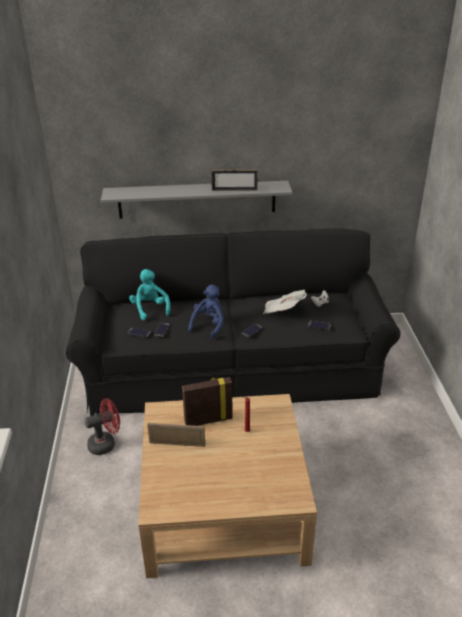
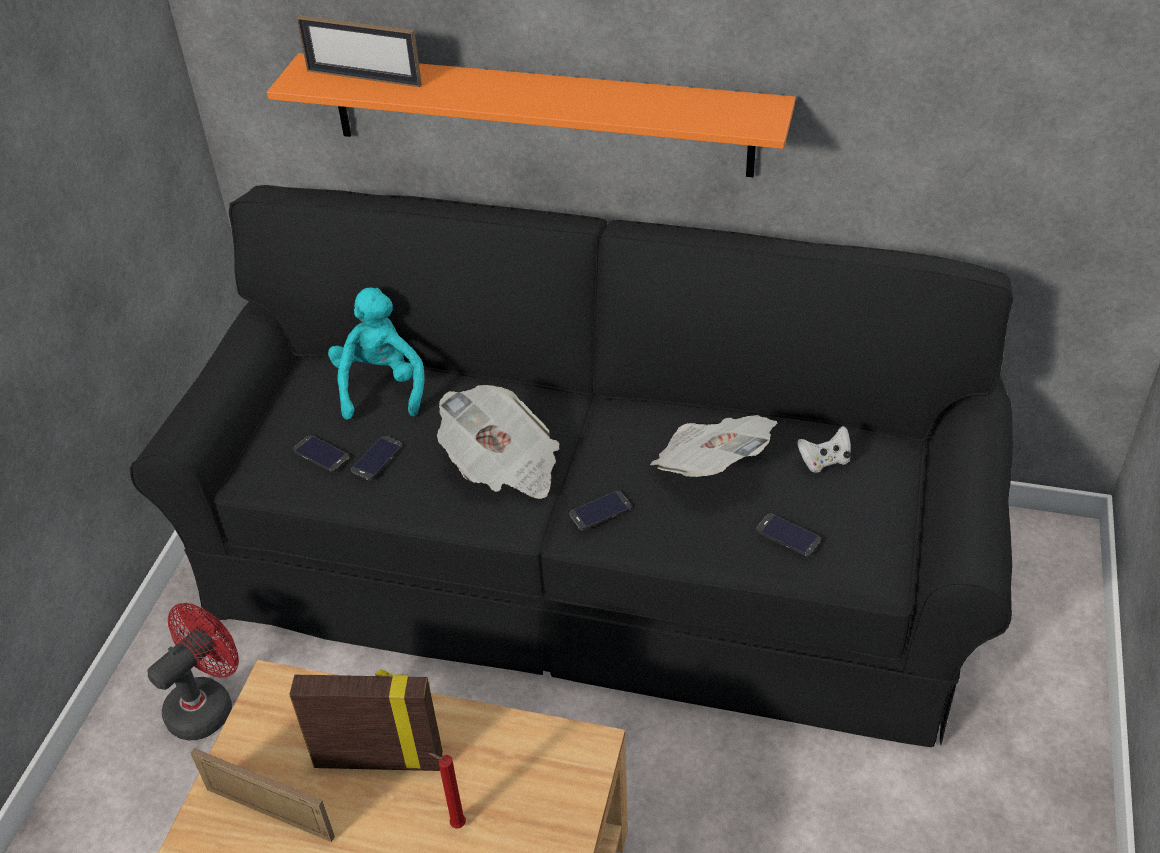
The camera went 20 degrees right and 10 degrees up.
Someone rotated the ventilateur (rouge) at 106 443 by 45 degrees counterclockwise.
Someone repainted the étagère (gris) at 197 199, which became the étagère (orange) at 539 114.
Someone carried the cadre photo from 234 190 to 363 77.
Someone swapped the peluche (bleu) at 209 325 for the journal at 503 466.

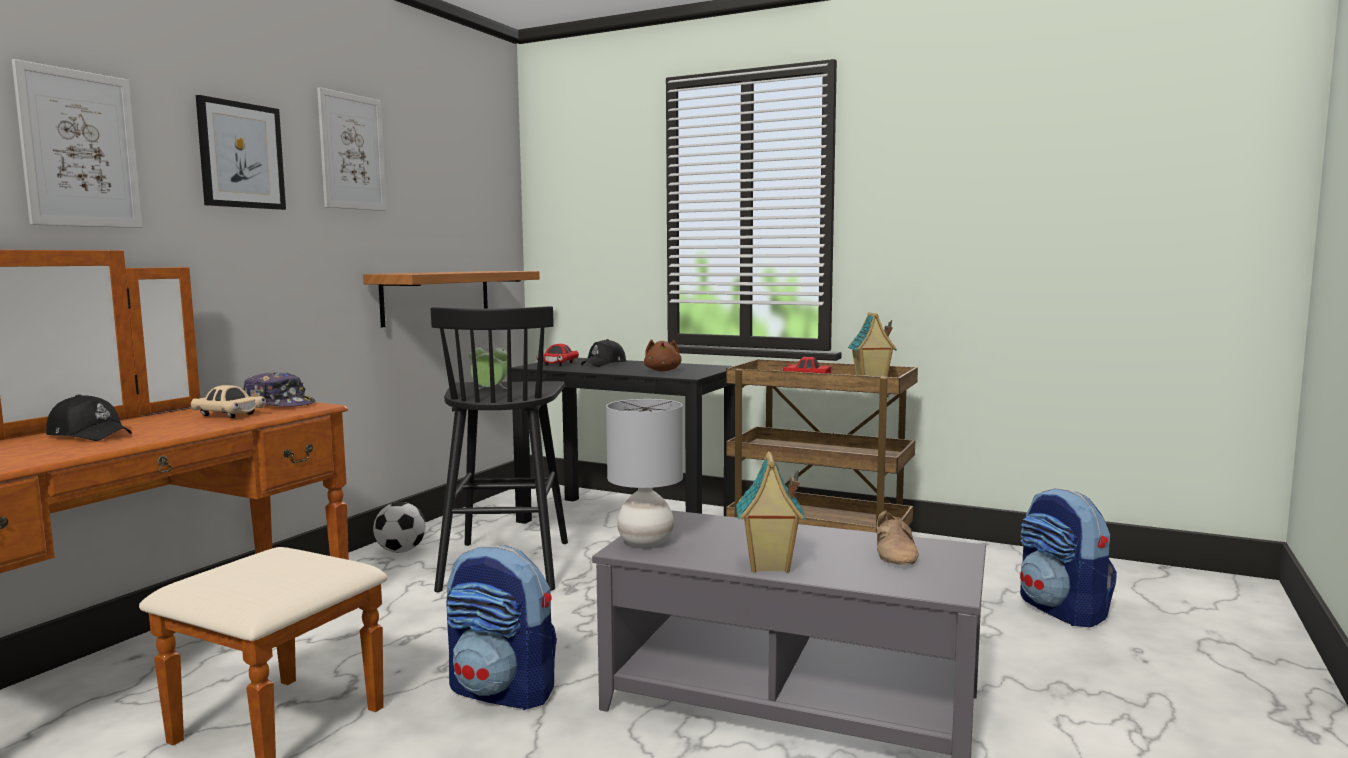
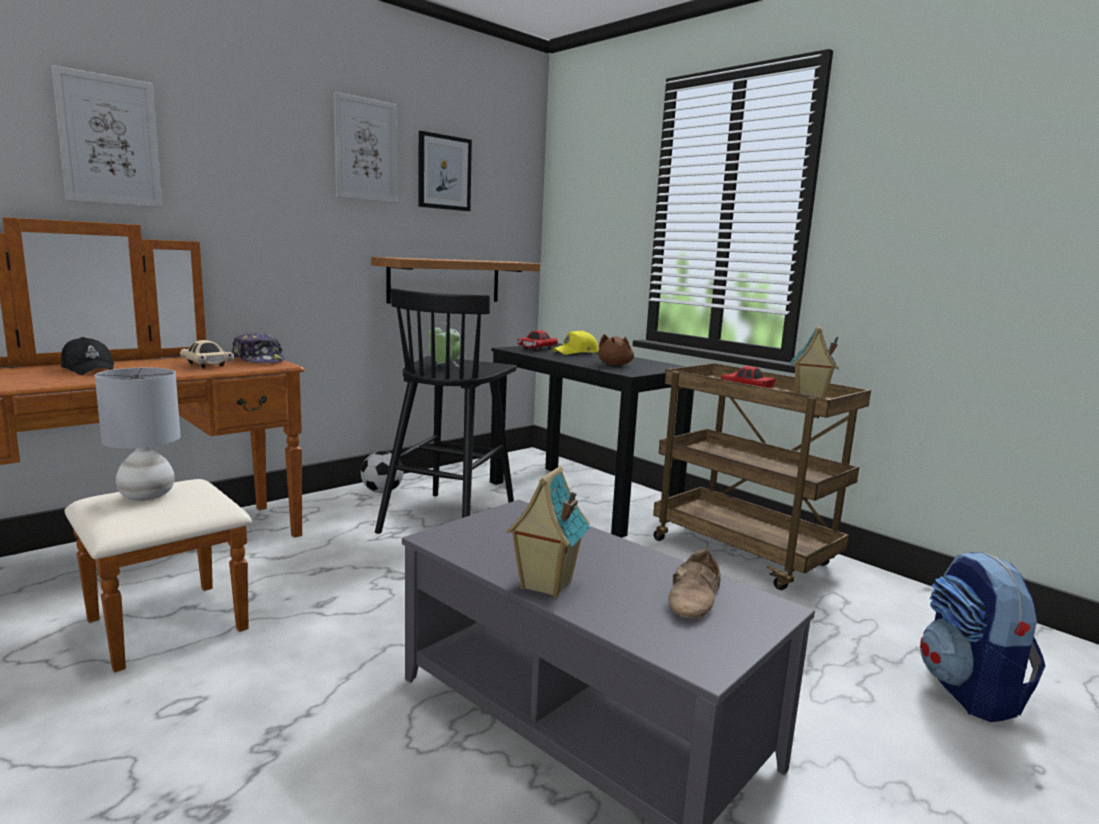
The camera went 20 degrees right and 5 degrees up.
Someone carried the lampe de table (gris) from 645 542 to 146 496.
Someone carried the tableau from 241 155 to 444 172.
Someone repainted the casquette (noir) at 604 364, which became the casquette (jaune) at 576 352.
Someone took away the sac à dos at 503 691.

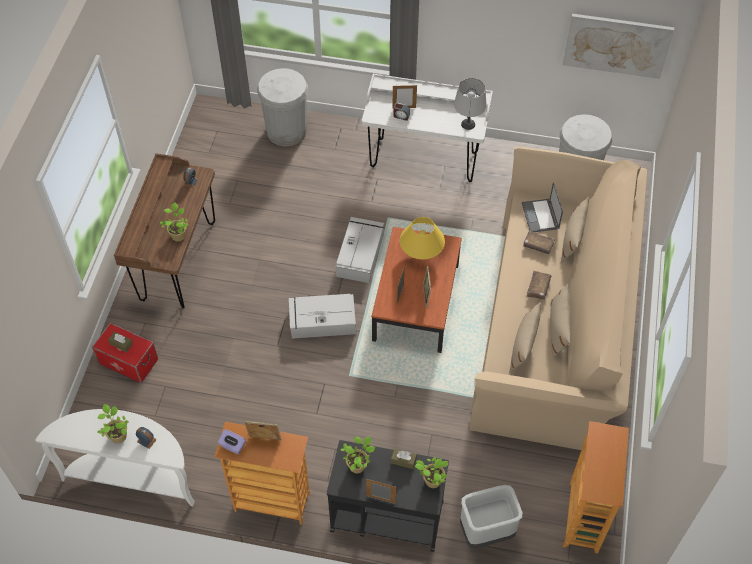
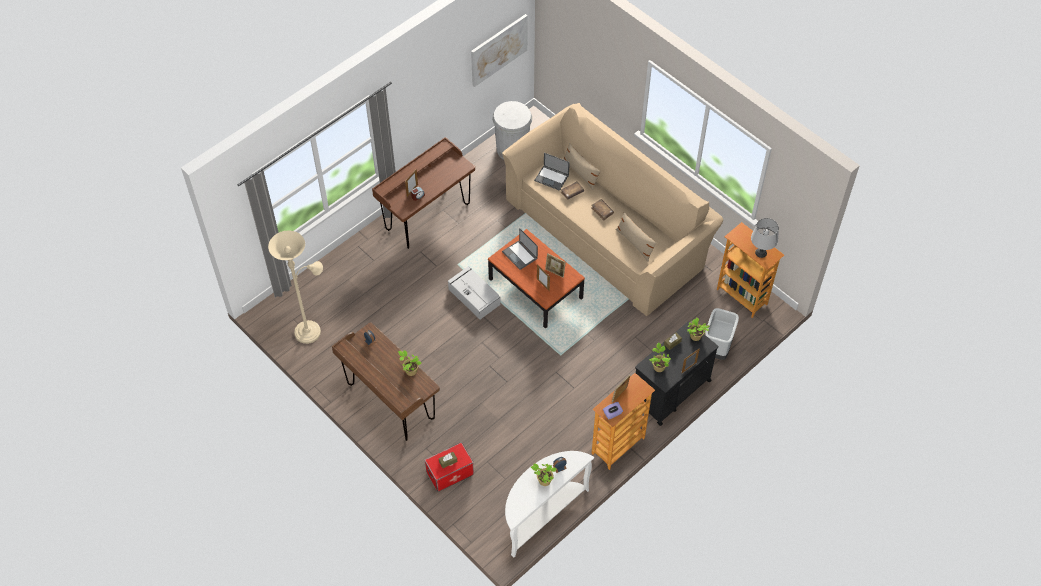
The camera went 55 degrees left and 0 degrees up.
Someone put down the lampadaire (beige) at 310 330.
Someone repainted the bureau (blanc) at 424 159, which became the bureau (marron) at 427 217.
Someone swapped the lampe de table (jaune) at 421 252 for the ordinateur portable at 520 255.
Someone carried the lampe de table (gris) from 467 124 to 761 253.
Someone took away the poubelle (blanc) at 286 131.
Someone took away the boîte de rangement (gris) at 321 321.
Someone took away the coussin (beige) at 558 329.

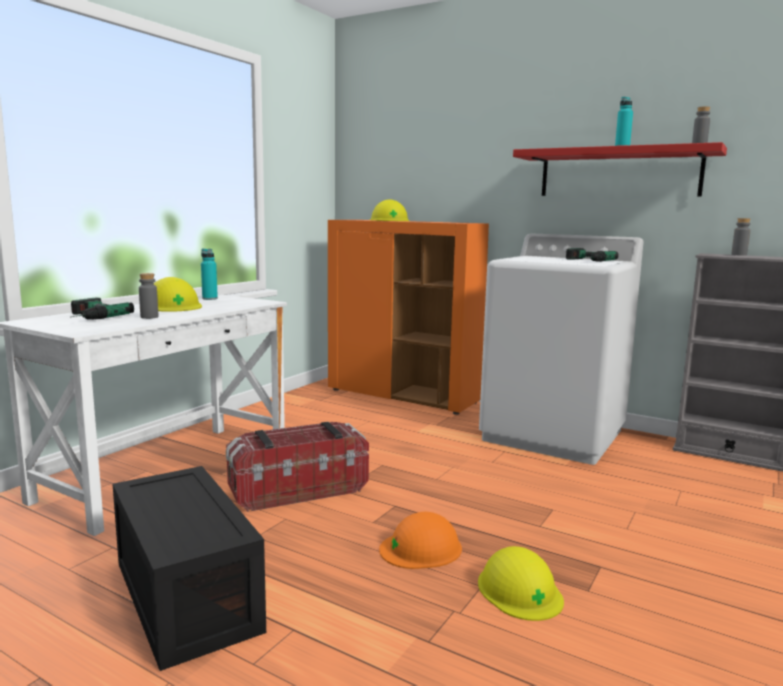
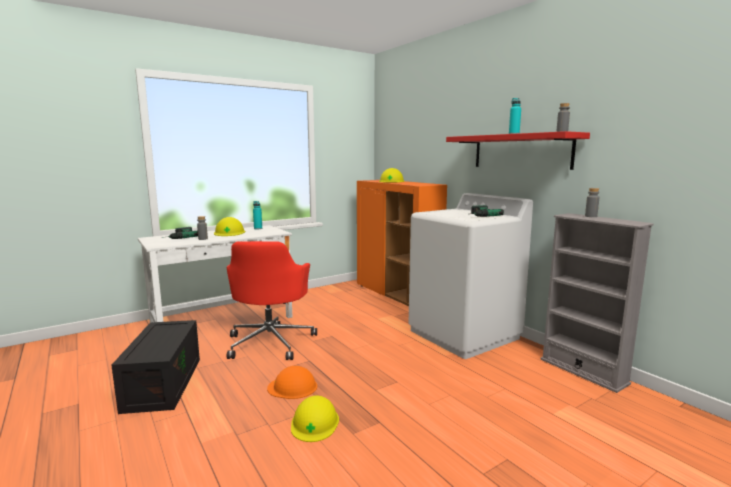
The camera went 25 degrees right and 0 degrees up.
Someone swapped the boîte de rangement at 297 490 for the chaise de bureau (rouge) at 271 342.

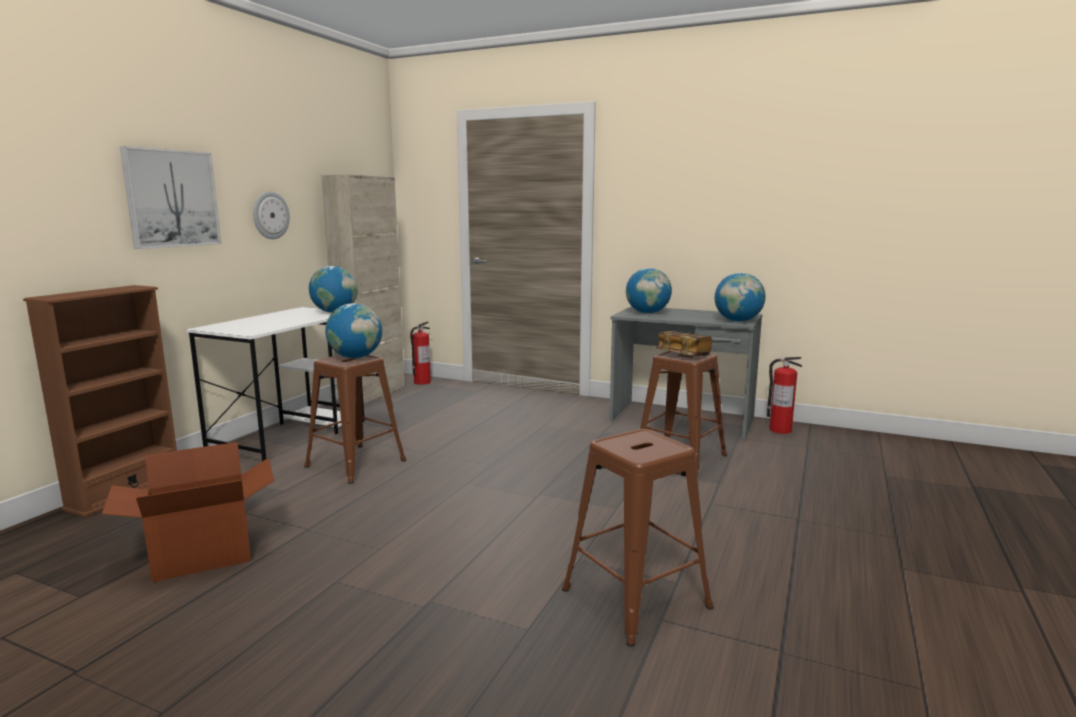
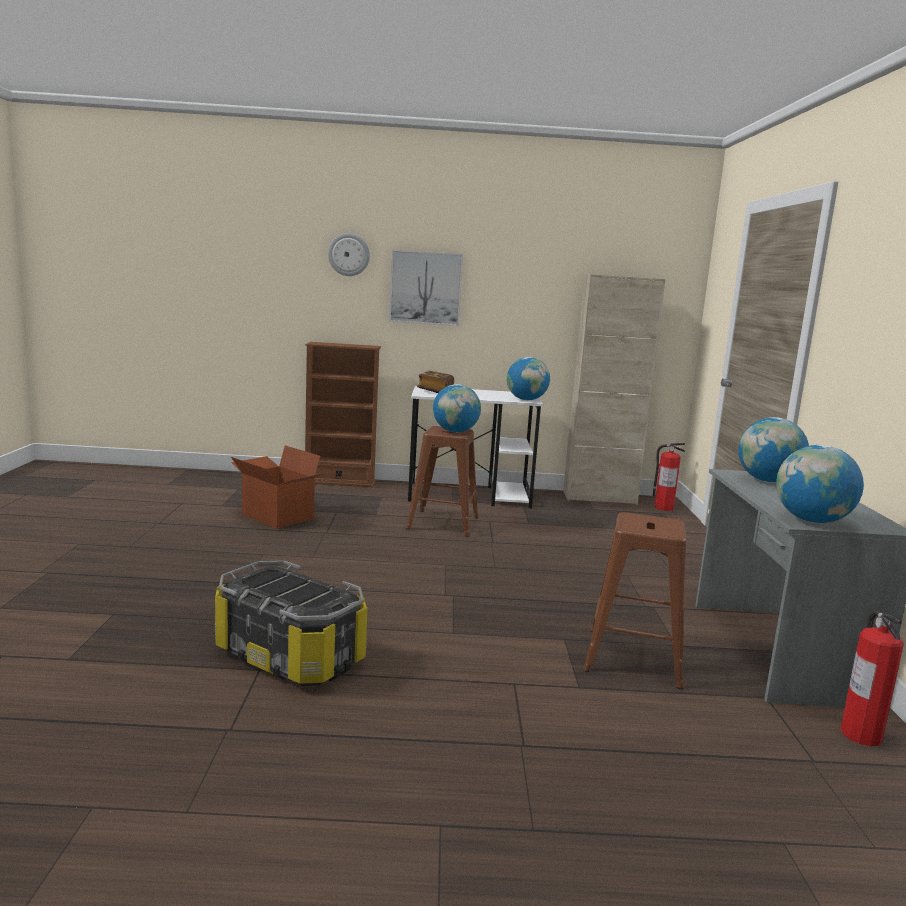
The camera went 65 degrees right and 0 degrees up.
Someone swapped the tabouret (marron) at 636 596 for the boîte de rangement at 290 656.
Someone carried the horloge murale from 270 215 to 349 254.
Someone carried the livre from 683 355 to 435 391.

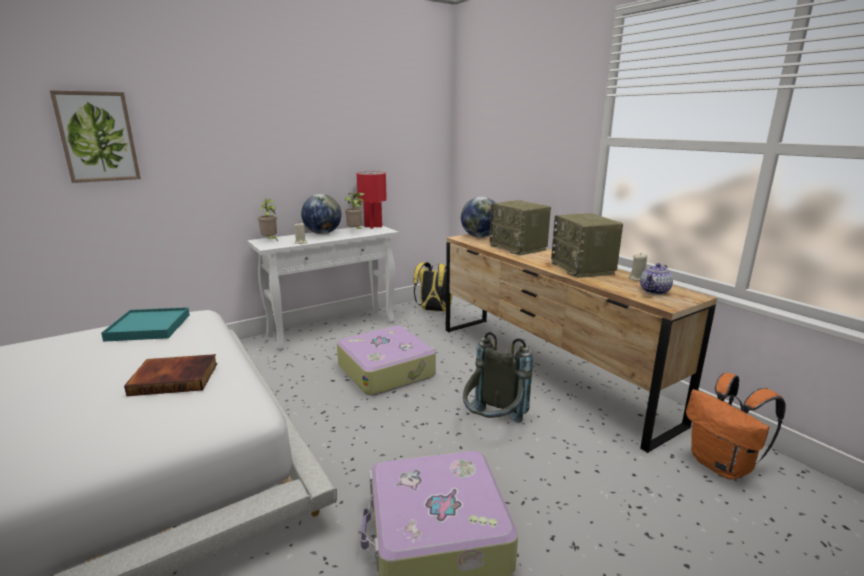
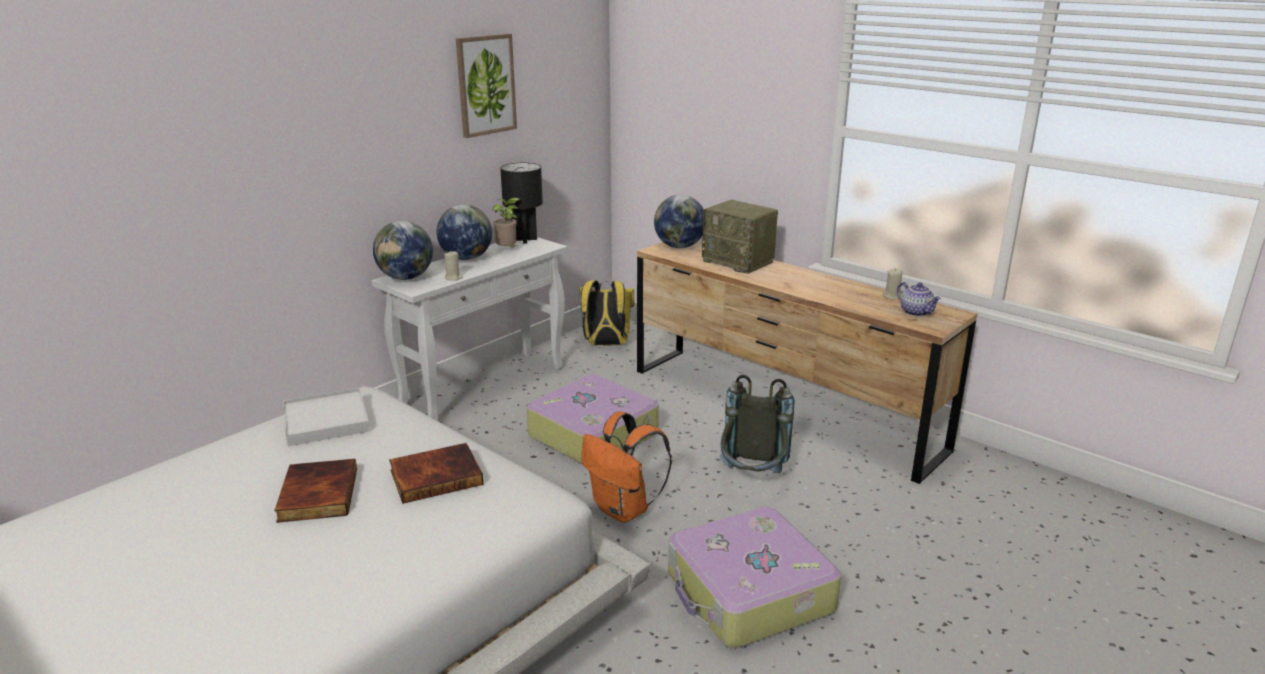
The camera went 15 degrees left and 5 degrees up.
Someone put down the livre at 316 494.
Someone repainted the plateau (turquoise) at 149 327, which became the plateau (blanc) at 326 420.
Someone swapped the plante en pot at 270 240 for the globe at 406 278.
Someone carried the tableau from 97 137 to 485 85.
Someone repainted the lampe de table (rouge) at 373 226, which became the lampe de table (noir) at 524 240.
Someone carried the sac à dos (orange) from 722 466 to 624 510.
Someone rotated the théière at 655 291 by 60 degrees counterclockwise.
Someone took away the radio at 583 269.

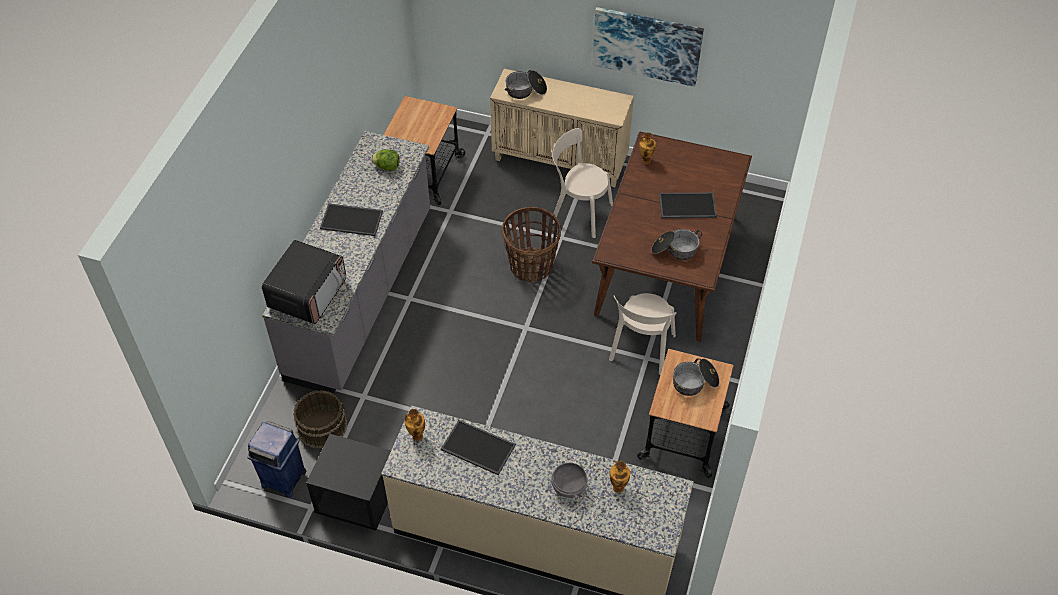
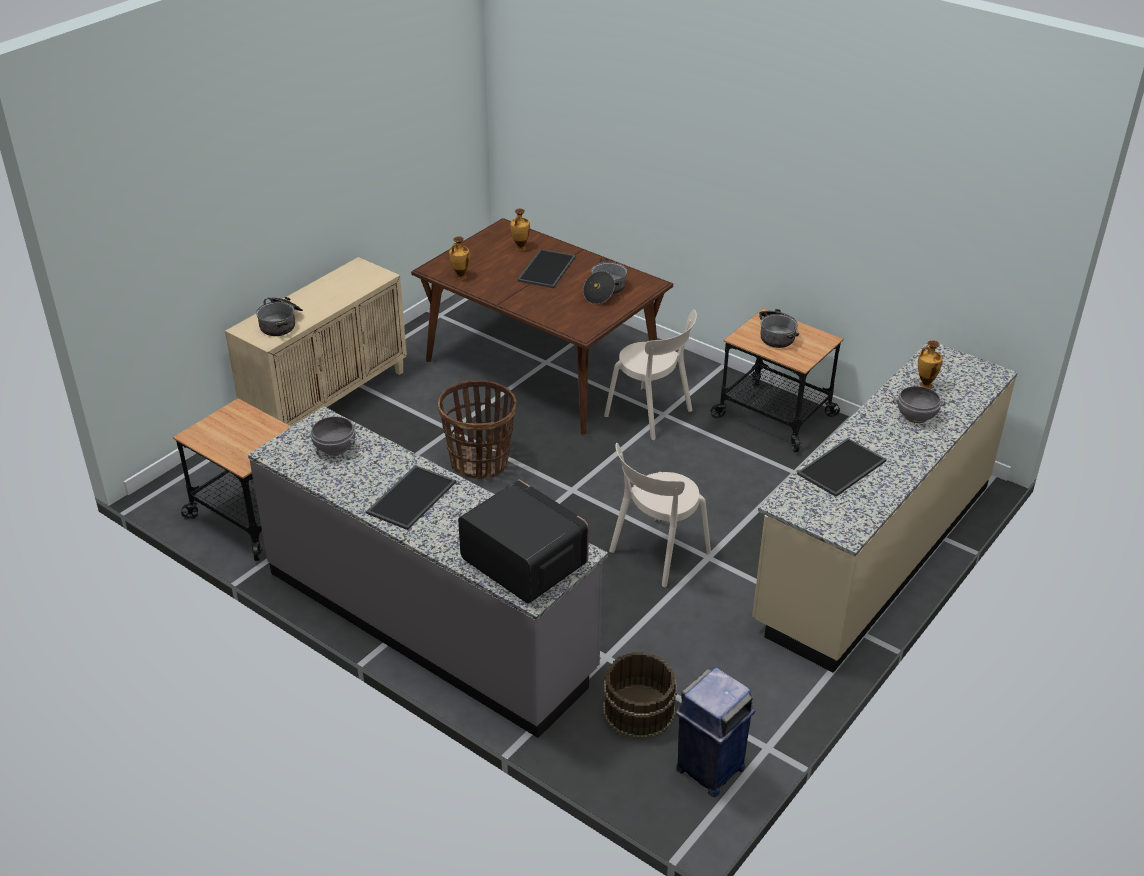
The camera went 70 degrees left and 15 degrees down.
Someone swapped the laitue at 387 167 for the bol (gris) at 335 448.
Someone carried the vase from 416 436 to 520 248.
Someone carried the chaise (beige) from 578 212 to 656 554.
Someone took away the table de chevet (noir) at 356 499.
Someone took away the tableau at 647 45.

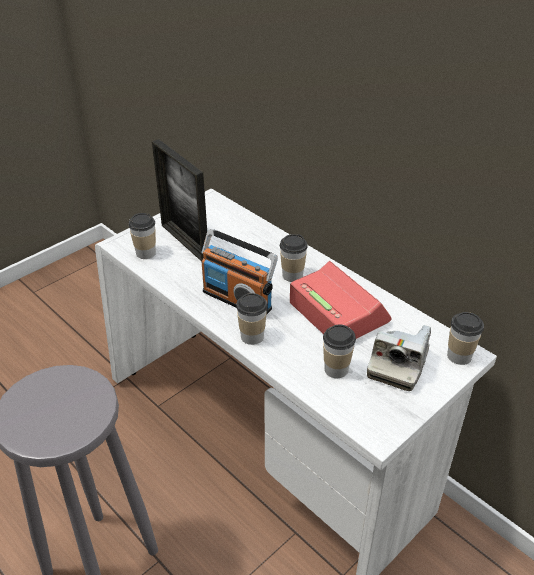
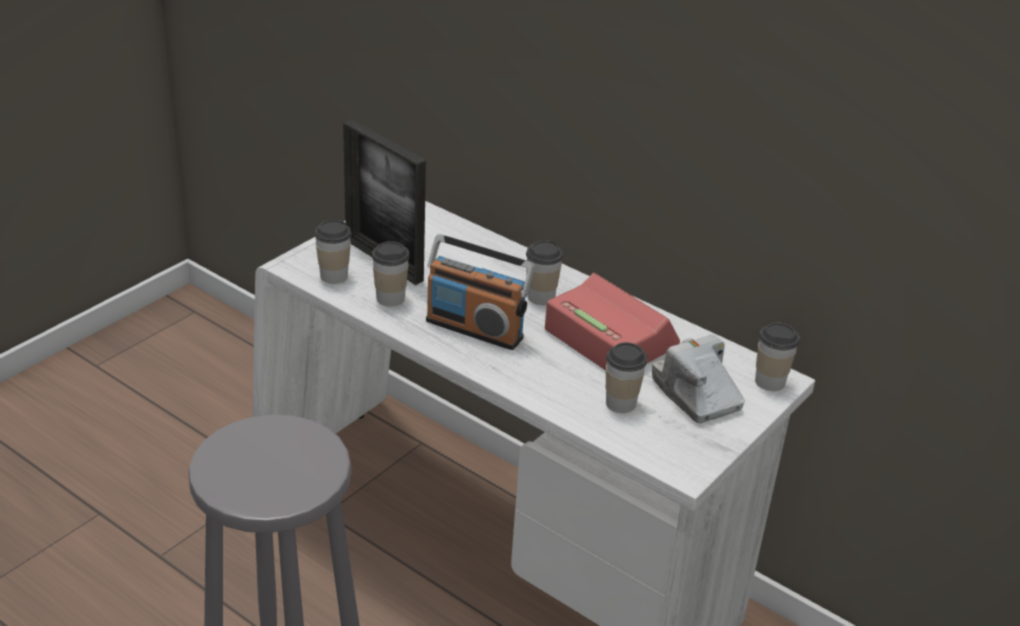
The camera went 10 degrees left and 5 degrees down.
Someone carried the tasse from 252 336 to 390 298.
Someone rotated the appareil photo at 398 364 by 135 degrees clockwise.

